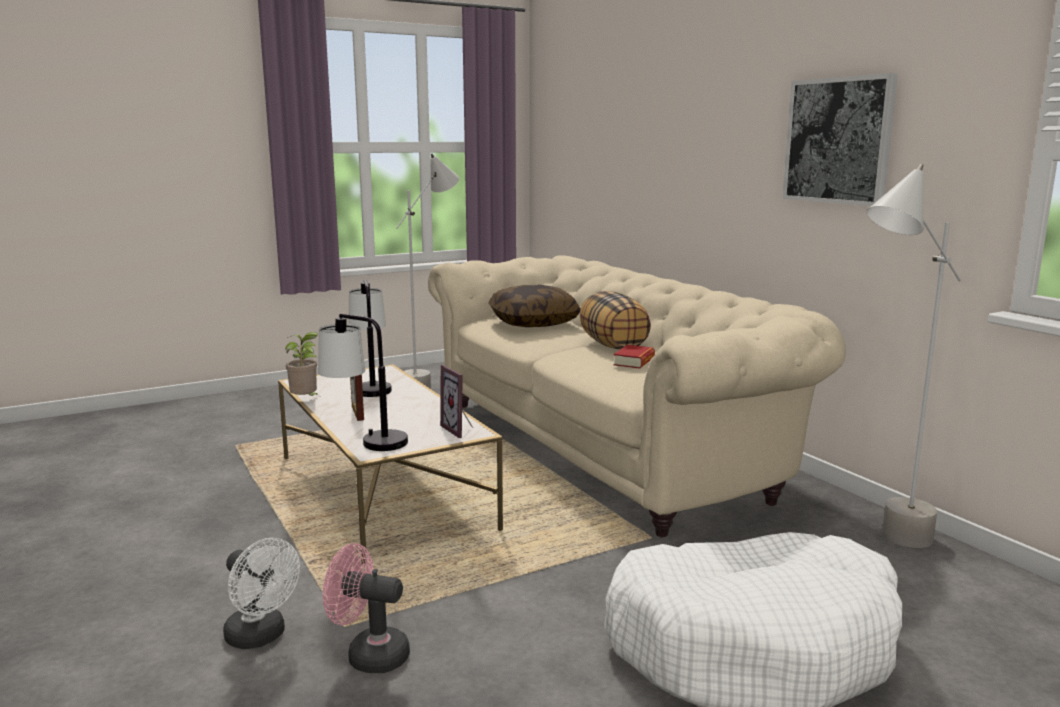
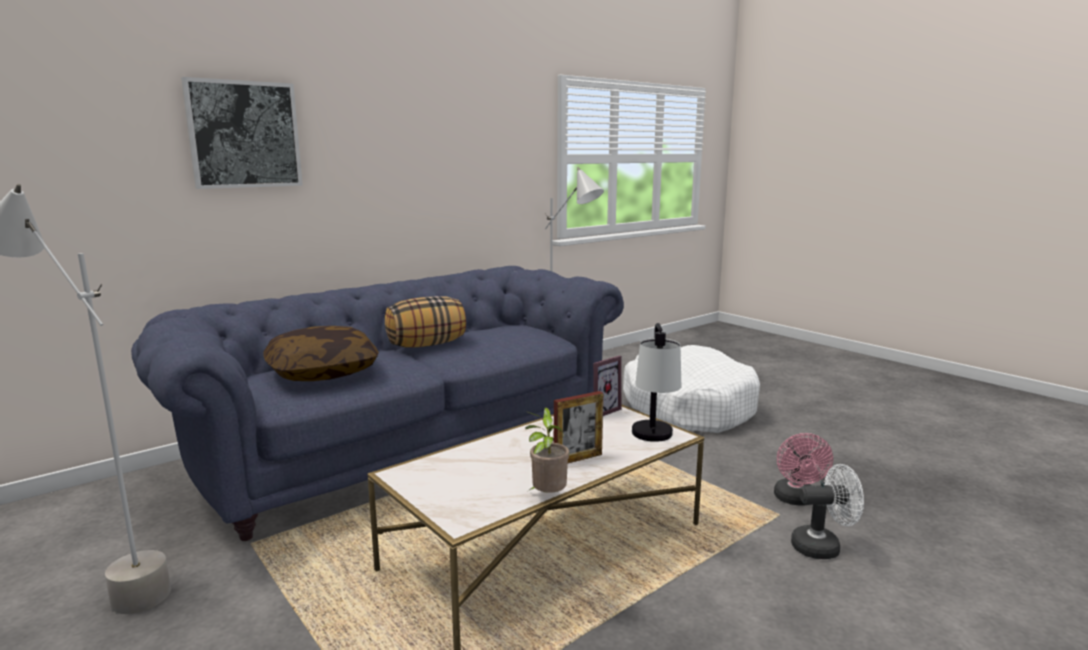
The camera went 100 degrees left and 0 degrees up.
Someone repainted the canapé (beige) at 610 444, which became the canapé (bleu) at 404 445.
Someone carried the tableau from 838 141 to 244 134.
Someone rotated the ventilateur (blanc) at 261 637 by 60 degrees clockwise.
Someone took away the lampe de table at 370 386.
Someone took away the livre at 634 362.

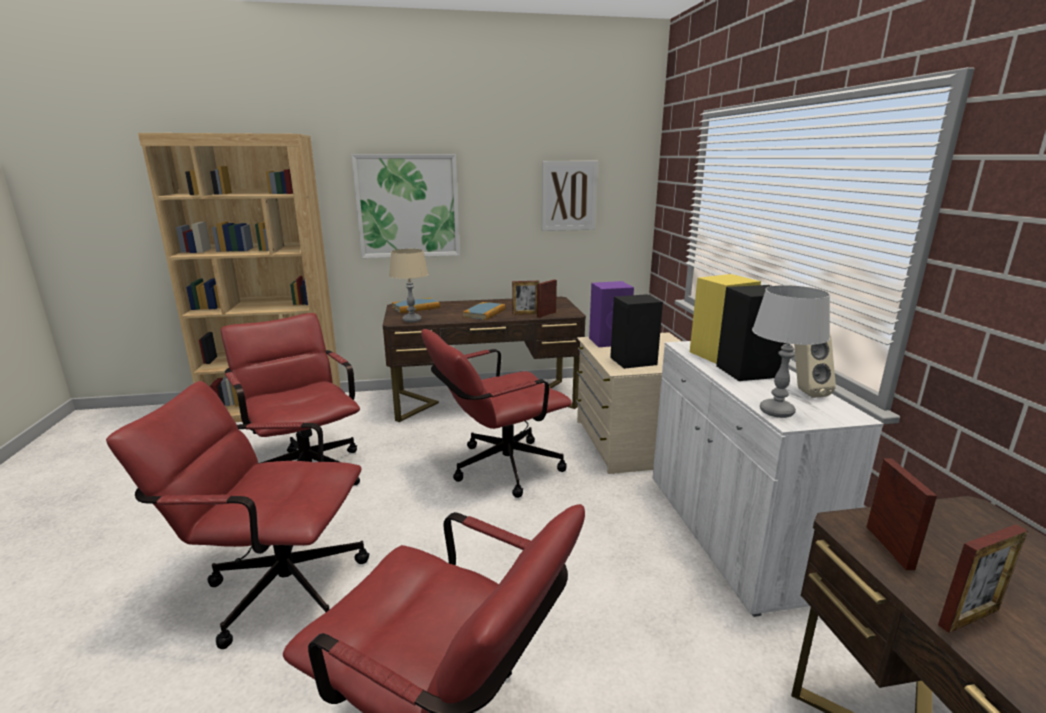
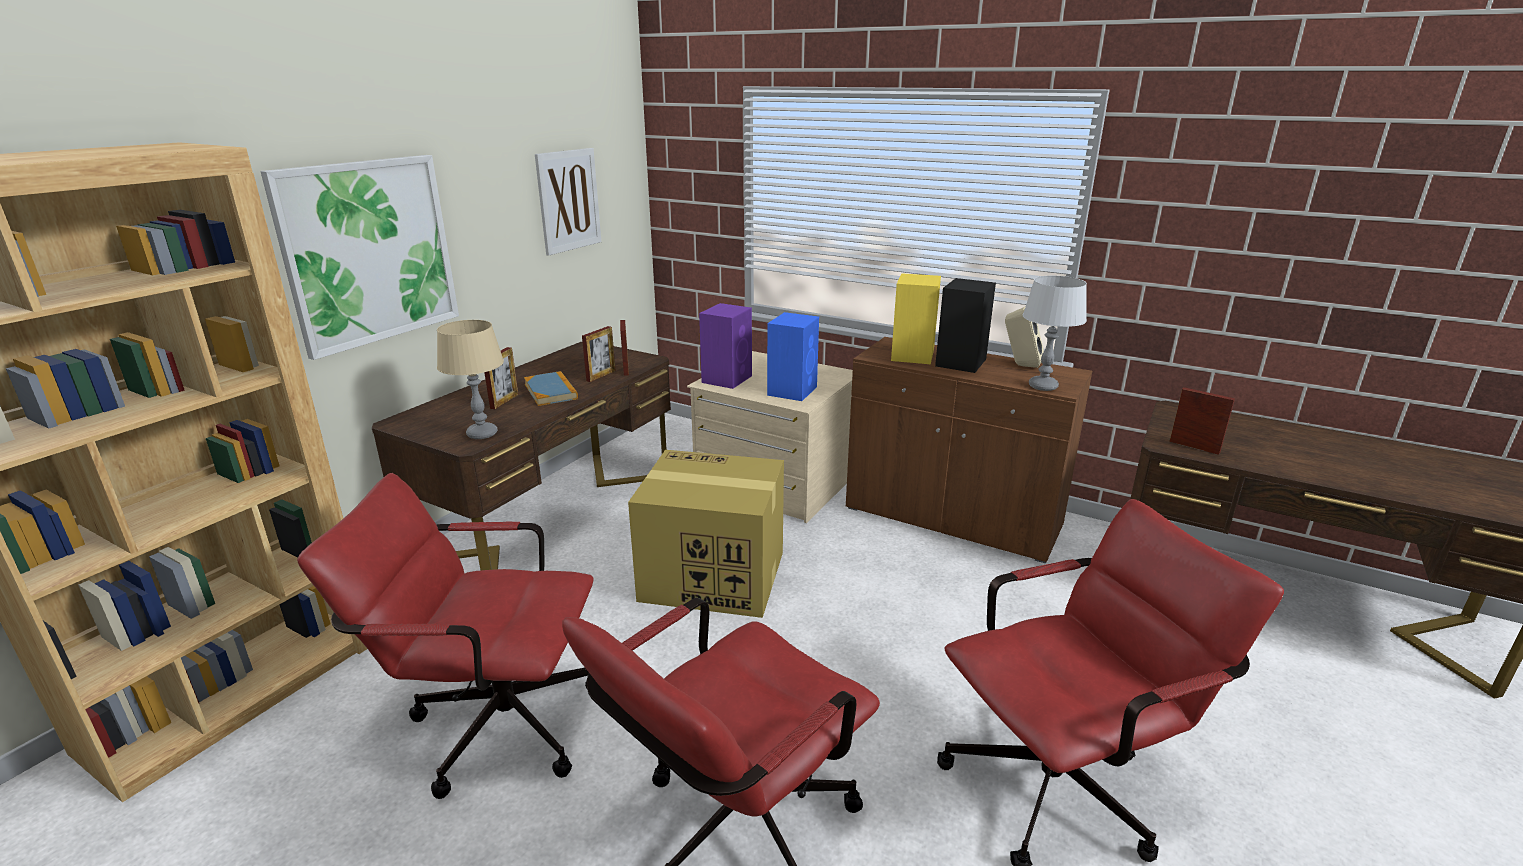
The camera went 50 degrees left and 5 degrees up.
Someone carried the cadre photo from 968 617 to 504 401.
Someone swapped the chaise de bureau (rouge) at 497 469 for the carton at 711 576.
Someone repainted the enceinte (noir) at 634 361, which became the enceinte (bleu) at 792 390.
Someone repainted the meuble de rangement (blanc) at 730 533, which became the meuble de rangement (marron) at 952 518.
Someone took away the livre at 416 307.

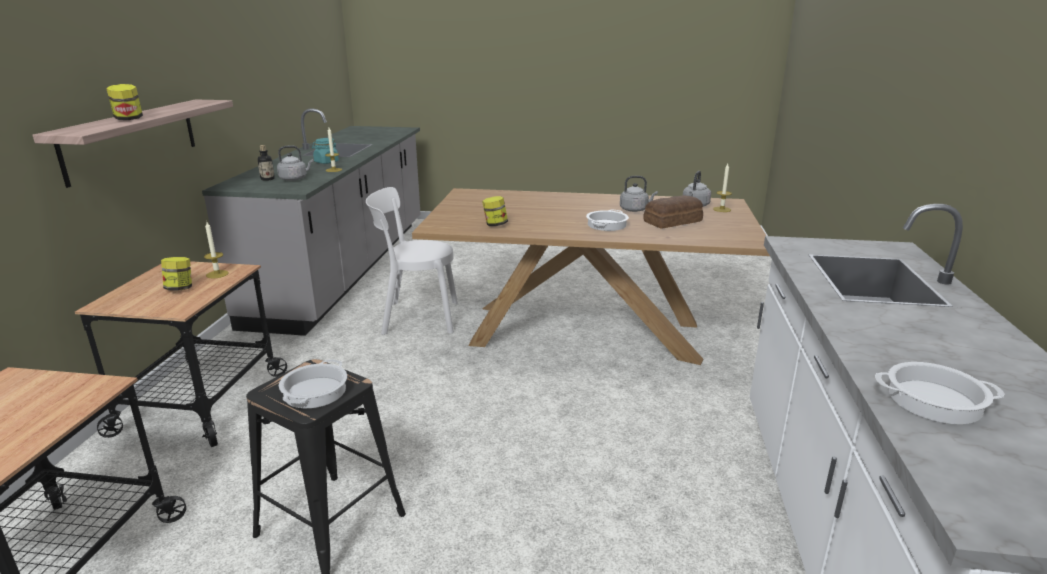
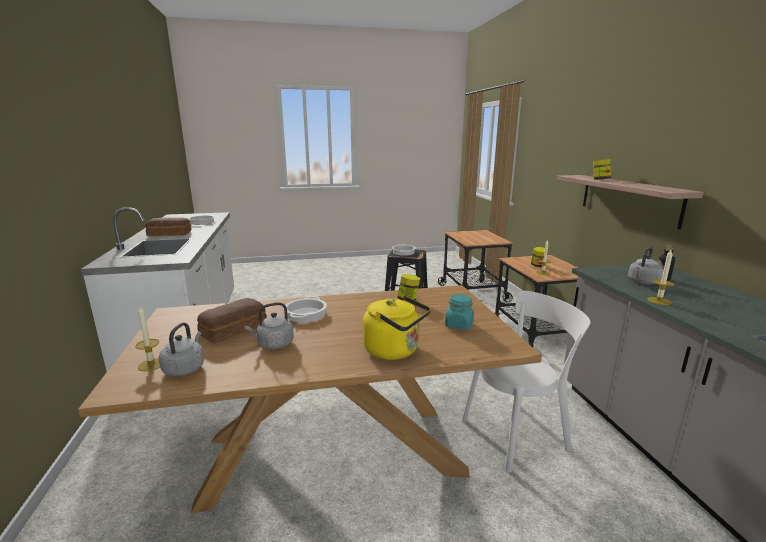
The camera went 160 degrees right and 5 degrees down.
Someone put down the pain at 170 234.
Someone put down the bouilloire (jaune) at 395 351.
Someone carried the bocal (turquoise) from 326 162 to 459 325.

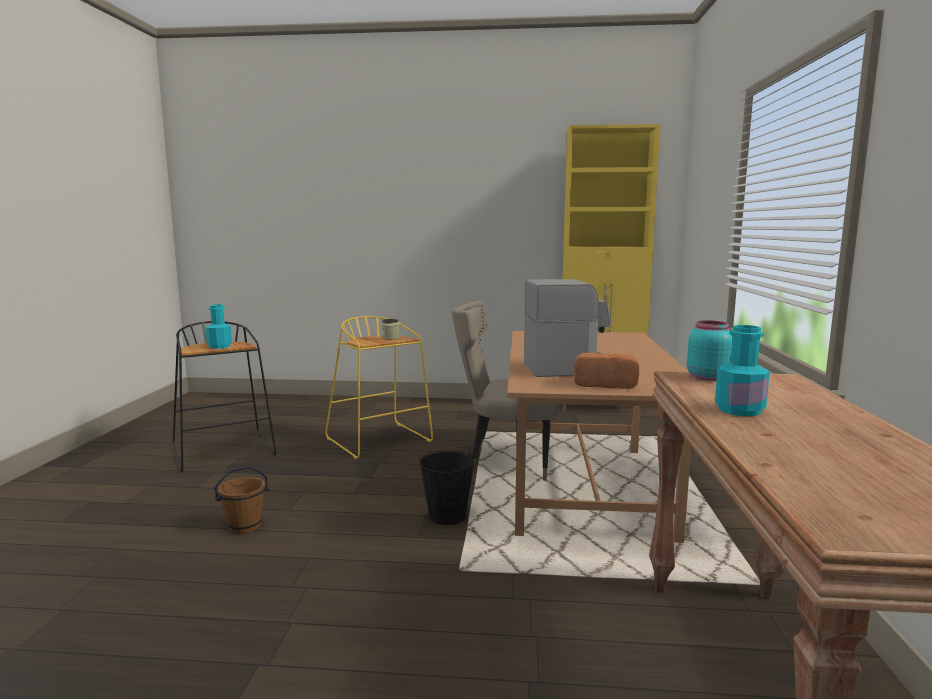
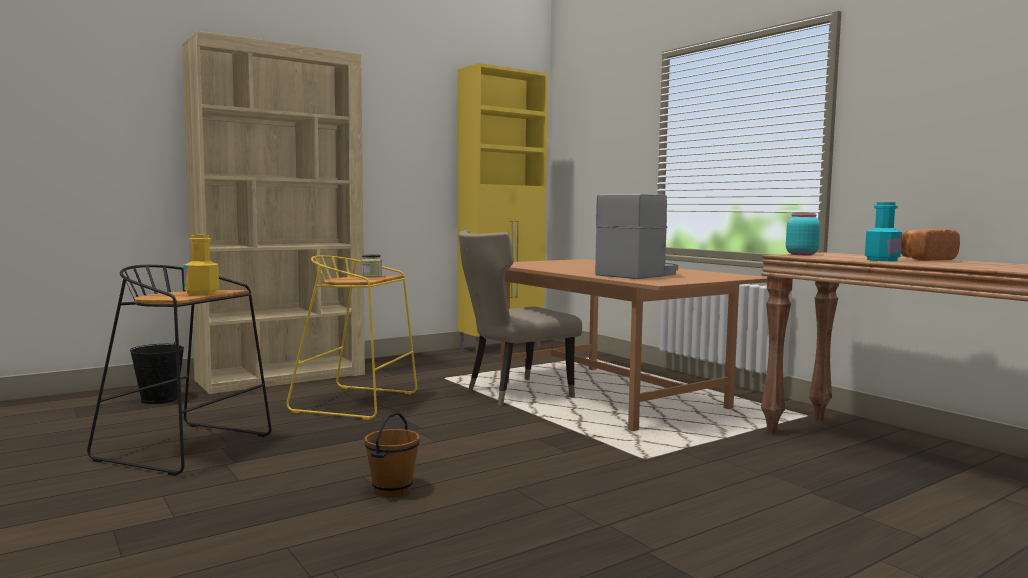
The camera went 40 degrees left and 5 degrees down.
Someone carried the seau (noir) from 447 516 to 160 399.
Someone put down the bibliothèque (beige) at 282 377.
Someone repainted the bouteille (turquoise) at 219 346, which became the bouteille (jaune) at 202 293.
Someone carried the pain from 604 384 to 924 259.

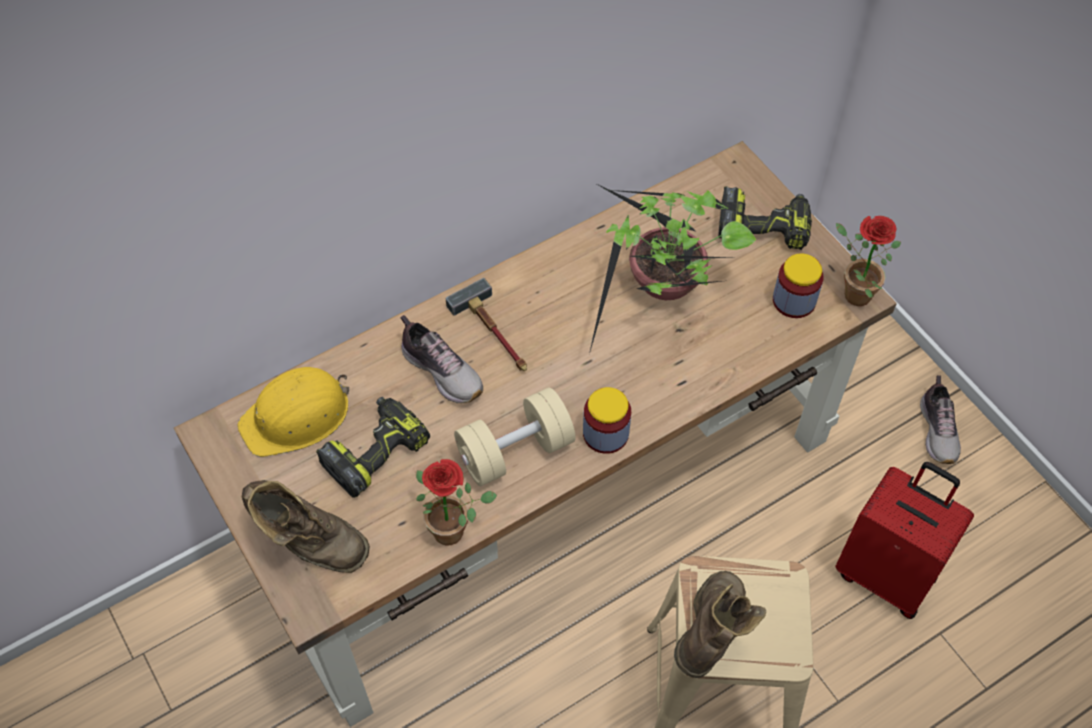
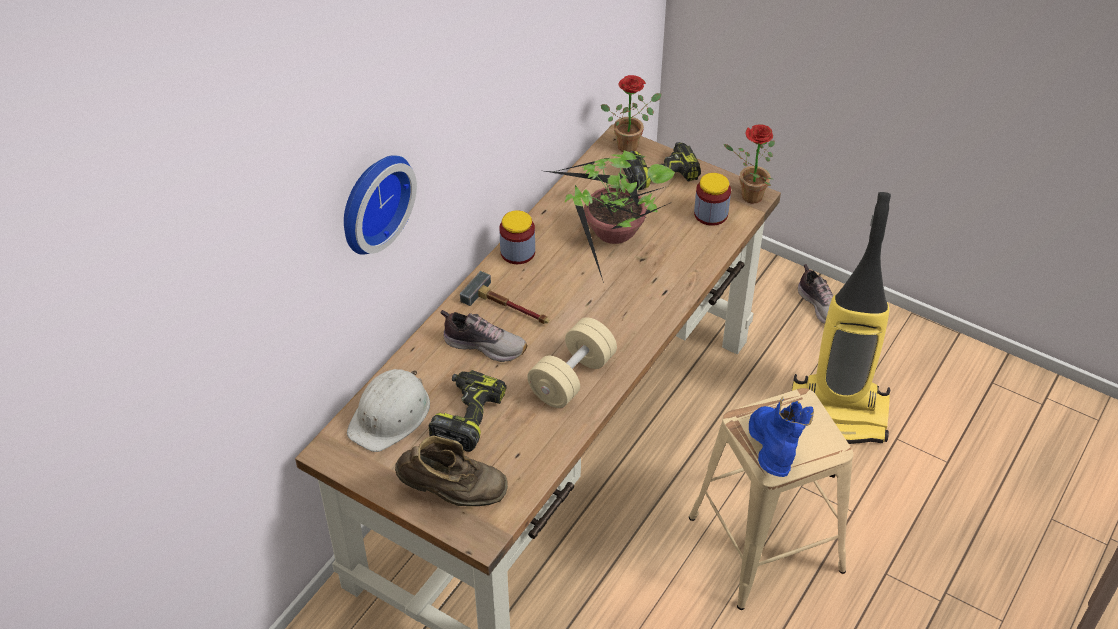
The camera went 25 degrees left and 10 degrees down.
Someone put up the horloge murale at 371 201.
Someone repainted the casque de chantier (jaune) at 297 416, which became the casque de chantier (blanc) at 390 414.
Someone carried the bocal from 605 433 to 517 252.
Someone carried the plante en pot from 455 529 to 631 144.
Someone repainted the botte (marron) at 712 635, which became the botte (bleu) at 772 456.
Someone swapped the valise (rouge) at 886 574 for the aspirateur at 838 414.

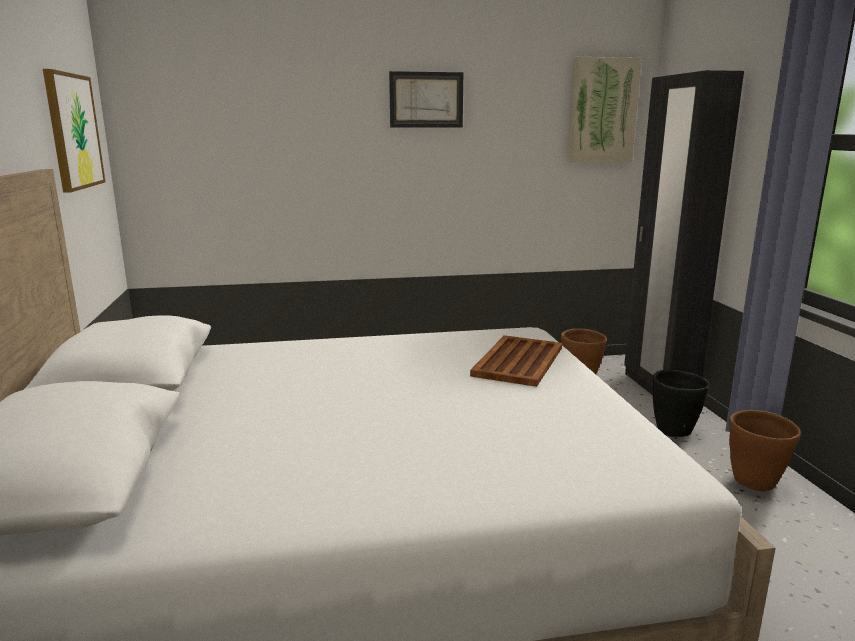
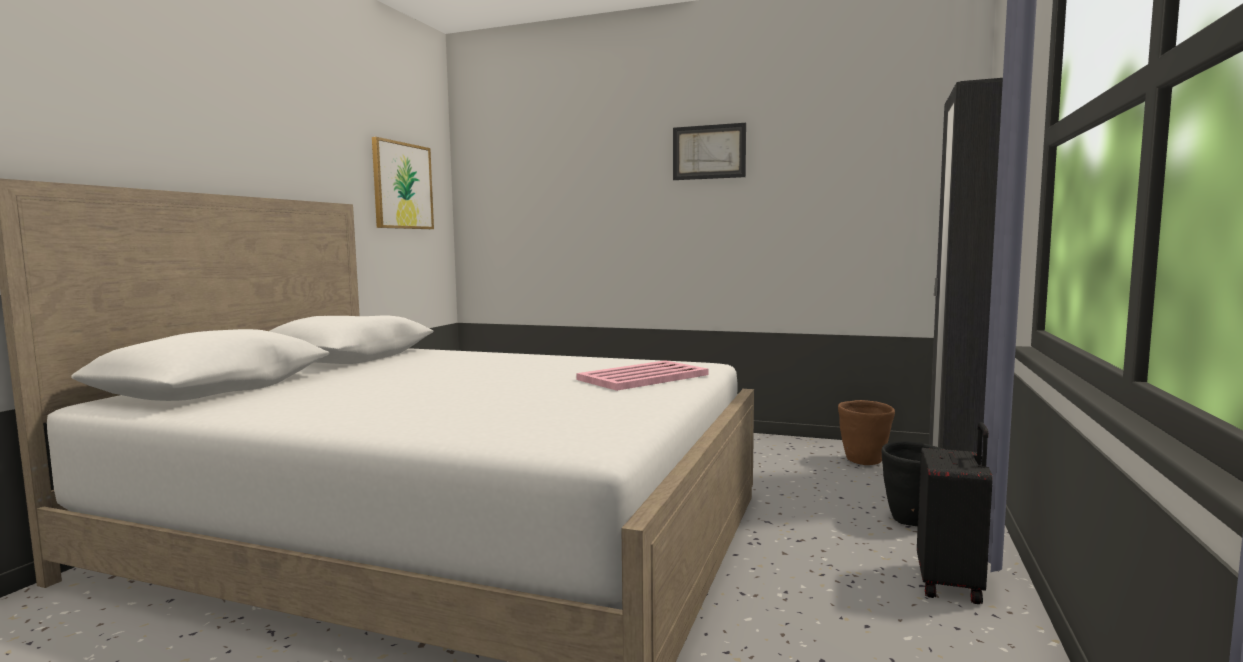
The camera went 30 degrees right and 10 degrees down.
Someone repainted the plateau (marron) at 518 362, which became the plateau (rose) at 642 377.
Someone swapped the cache-pot (marron) at 755 483 for the valise (noir) at 951 584.
Someone took away the tableau at 602 110.

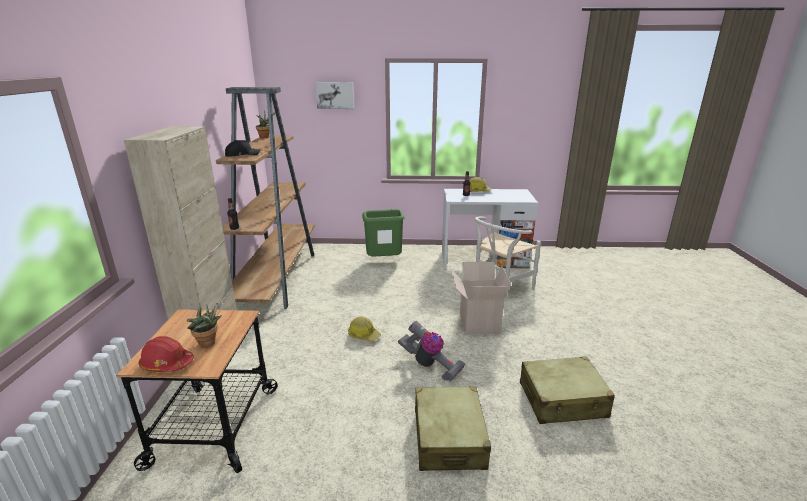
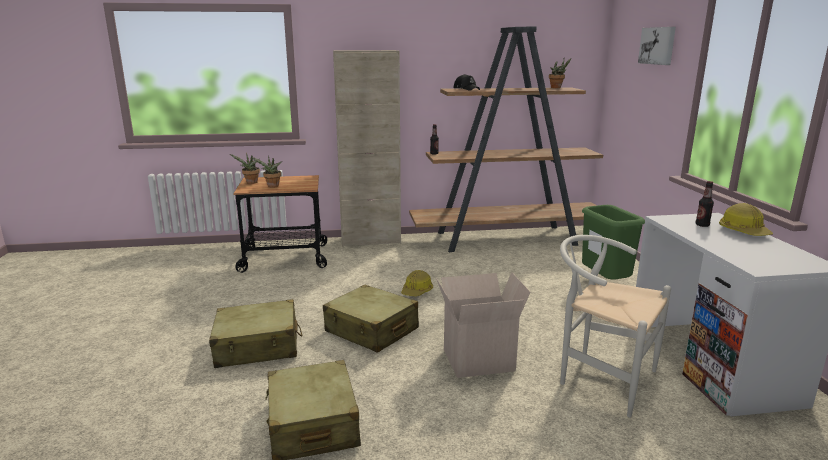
The camera went 80 degrees right and 5 degrees down.
Someone swapped the casque de chantier (rouge) at 167 364 for the plante en pot at 250 183.
Someone swapped the aspirateur at 430 365 for the valise (beige) at 371 330.

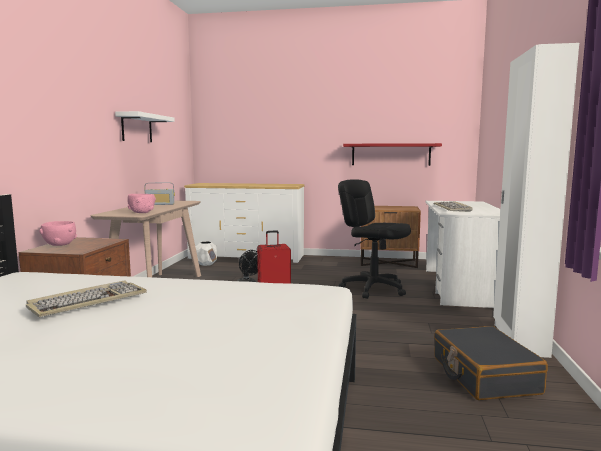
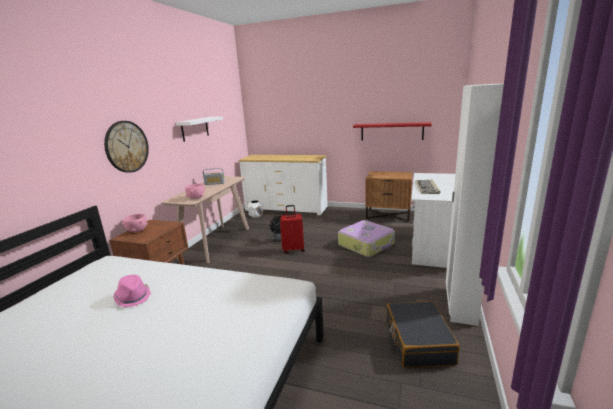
The camera went 10 degrees right and 10 degrees up.
Someone put up the horloge murale at 126 146.
Someone swapped the clavier at 88 301 for the chapeau (rose) at 133 297.
Someone swapped the chaise de bureau (noir) at 373 289 for the valise at 367 244.

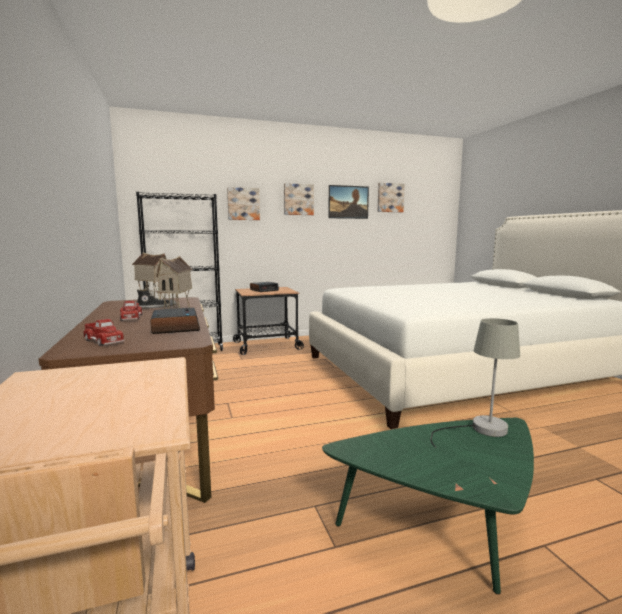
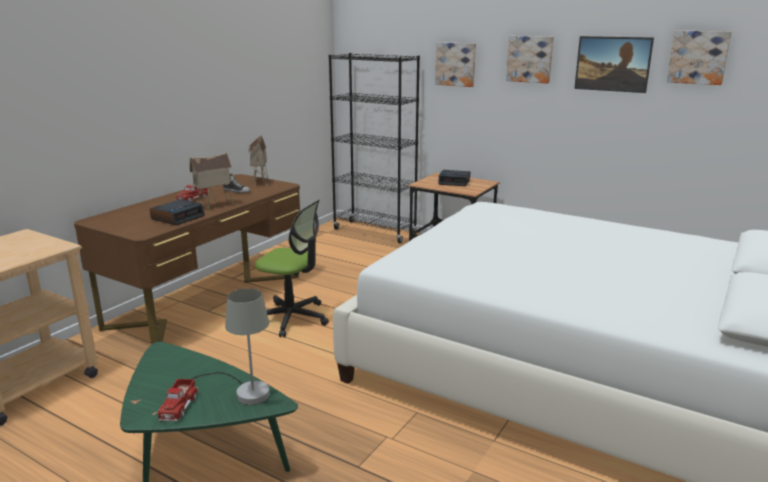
The camera went 50 degrees right and 10 degrees up.
Someone carried the camion jouet from 104 340 to 178 406.
Someone put down the chaise de bureau at 292 318.

